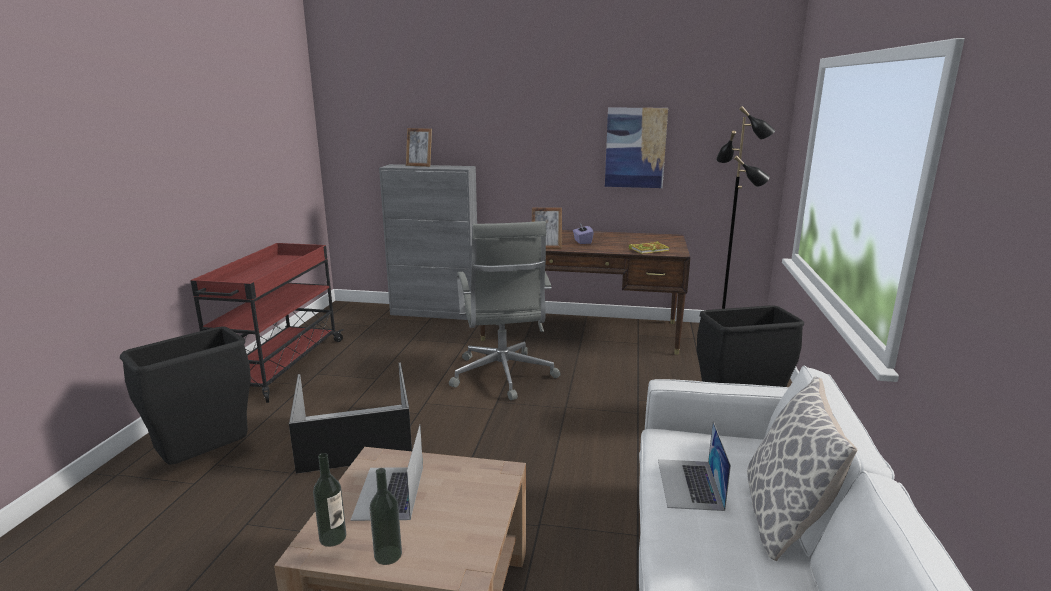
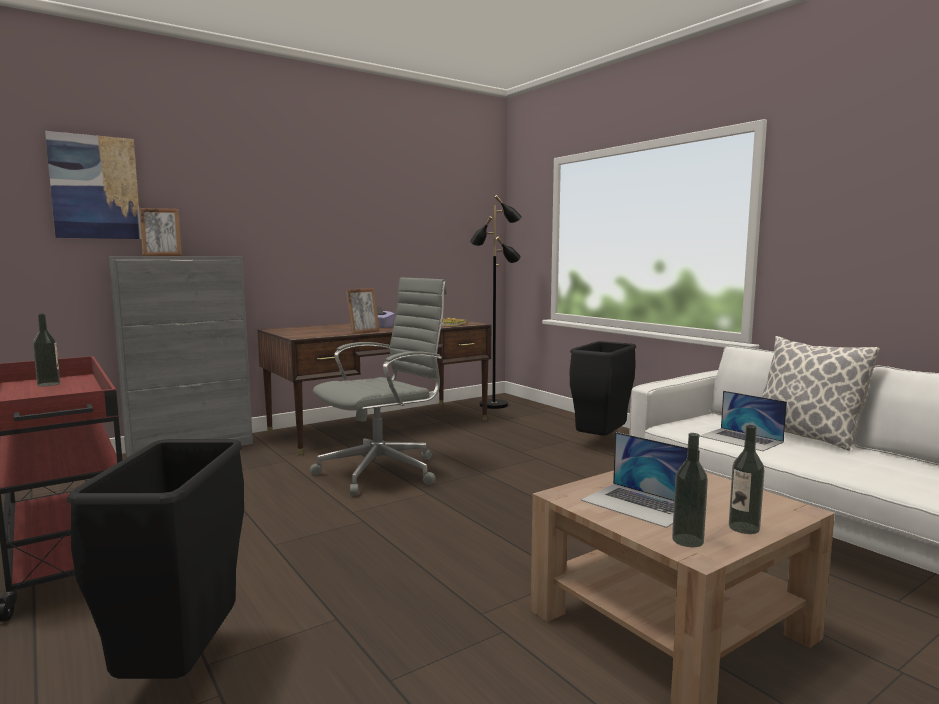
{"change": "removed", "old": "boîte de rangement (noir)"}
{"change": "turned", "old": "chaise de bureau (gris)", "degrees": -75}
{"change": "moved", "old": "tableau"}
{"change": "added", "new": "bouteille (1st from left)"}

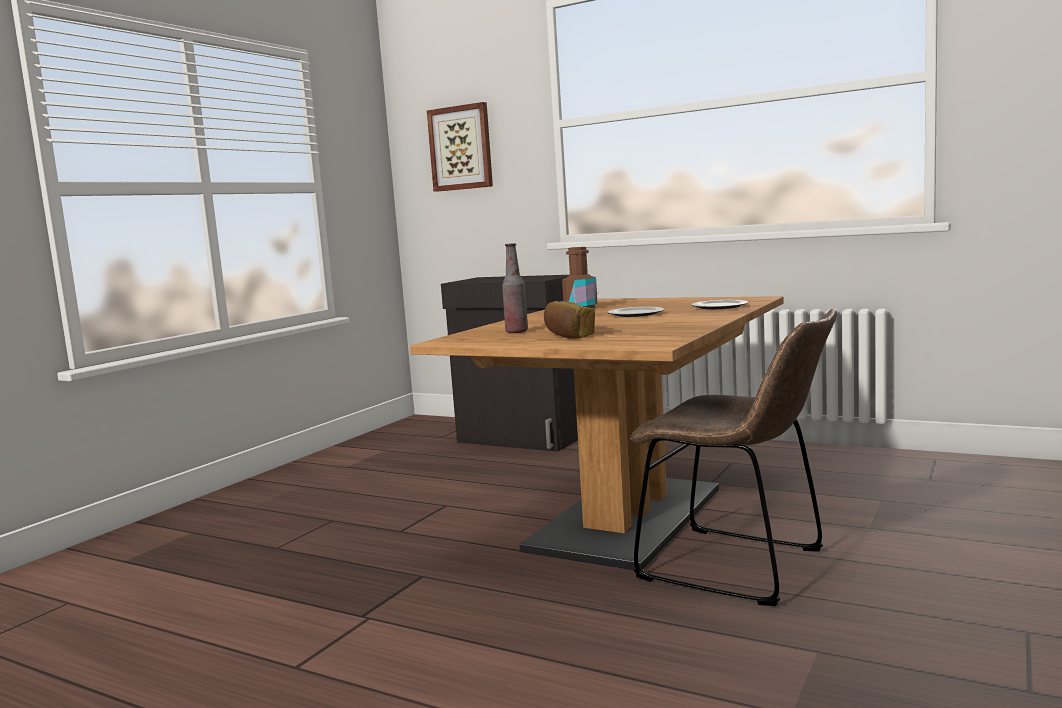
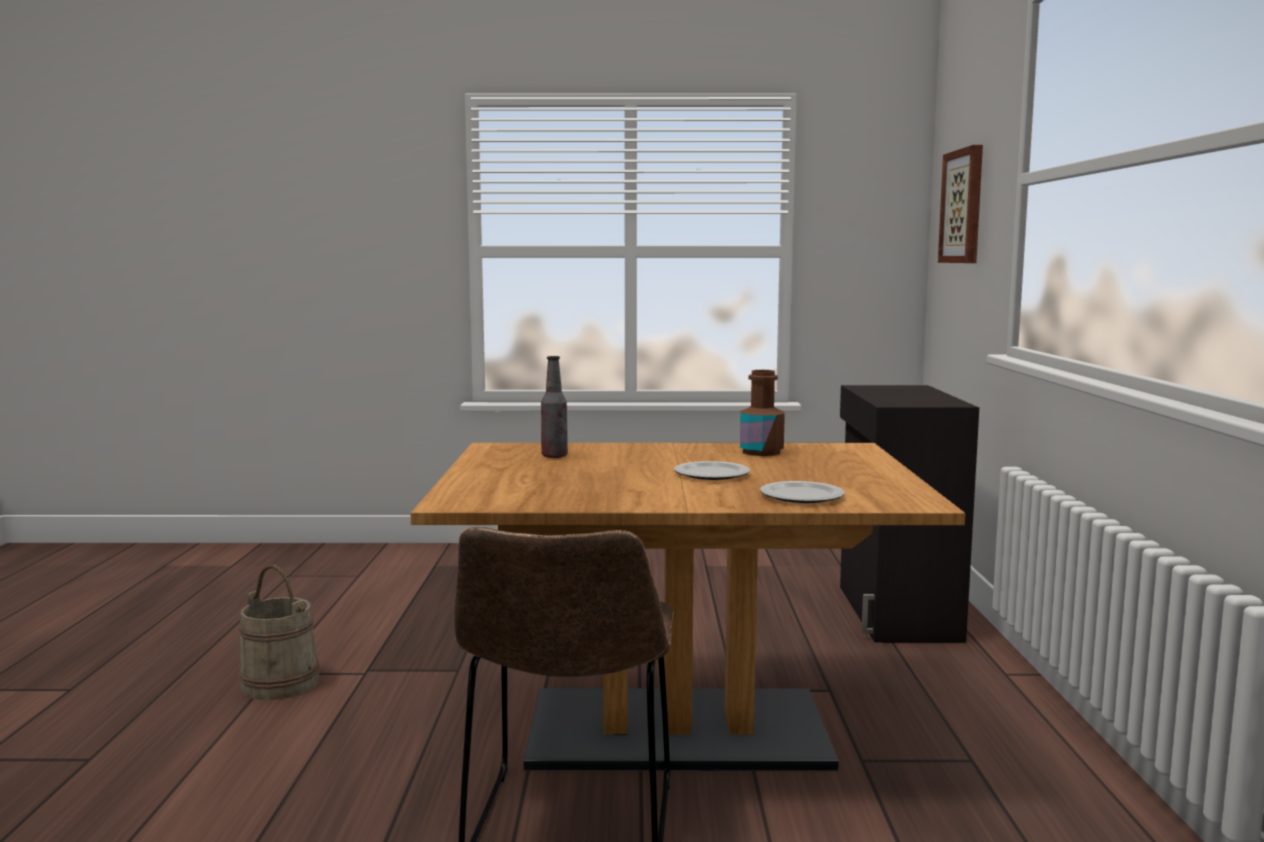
{"change": "removed", "old": "pain"}
{"change": "added", "new": "seau (beige)"}

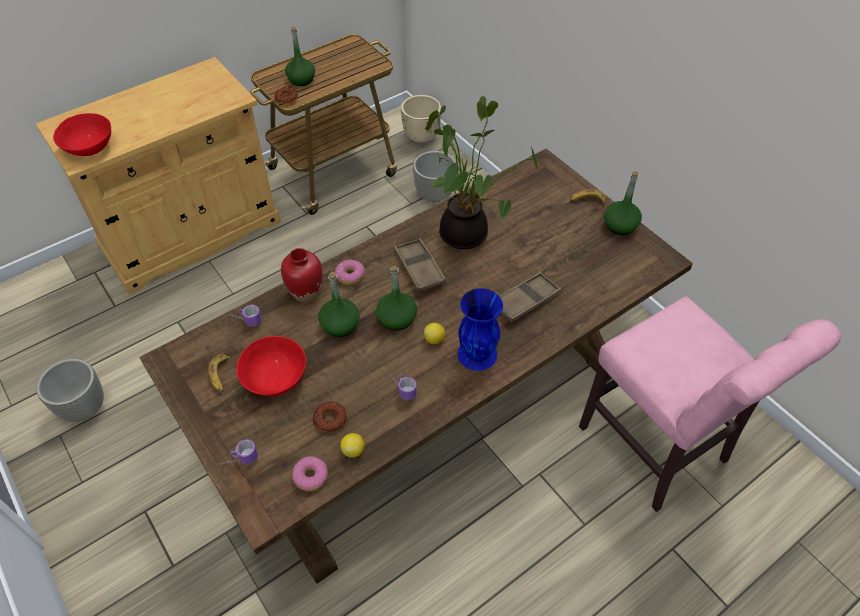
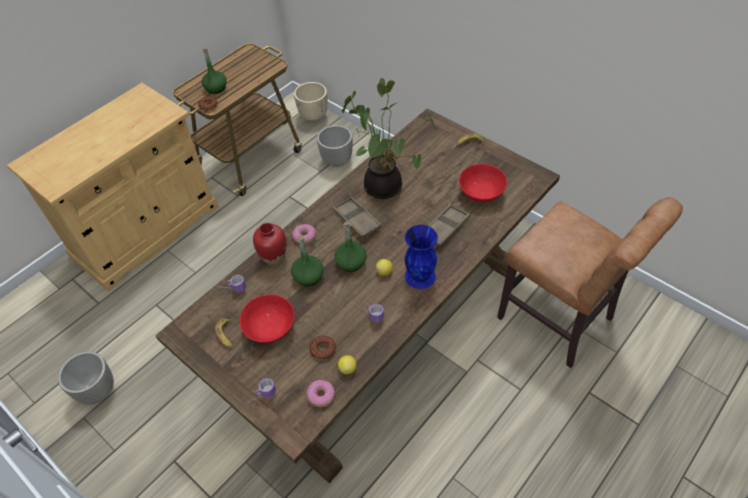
{"change": "moved", "old": "bol (rouge) (1st from left in the first image)", "new": "bol (rouge) (2nd from left)"}
{"change": "recoloured", "old": "chaise (rose)", "new": "chaise (marron)"}
{"change": "removed", "old": "bouteille (vert) (4th from left)"}

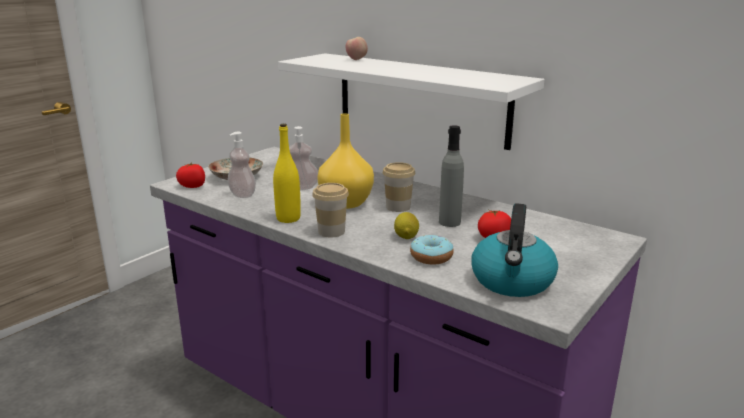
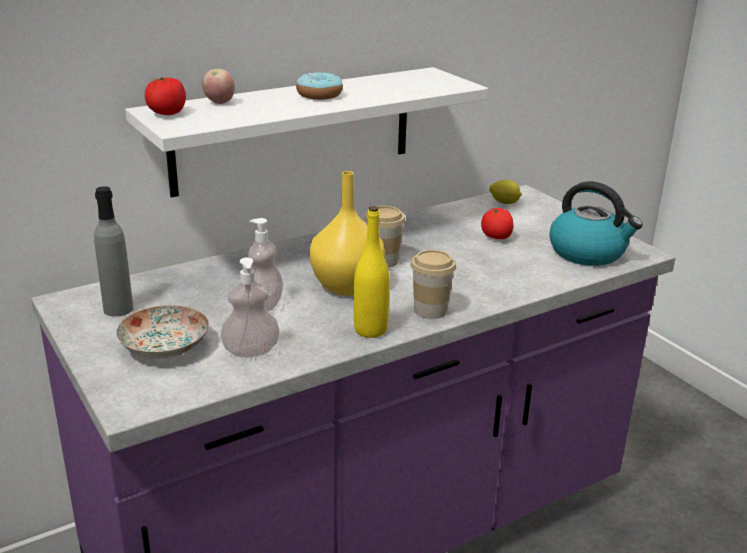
{"change": "moved", "old": "tomate (1st from left)"}
{"change": "moved", "old": "citron"}
{"change": "moved", "old": "beignet"}
{"change": "moved", "old": "bouteille (gris)"}

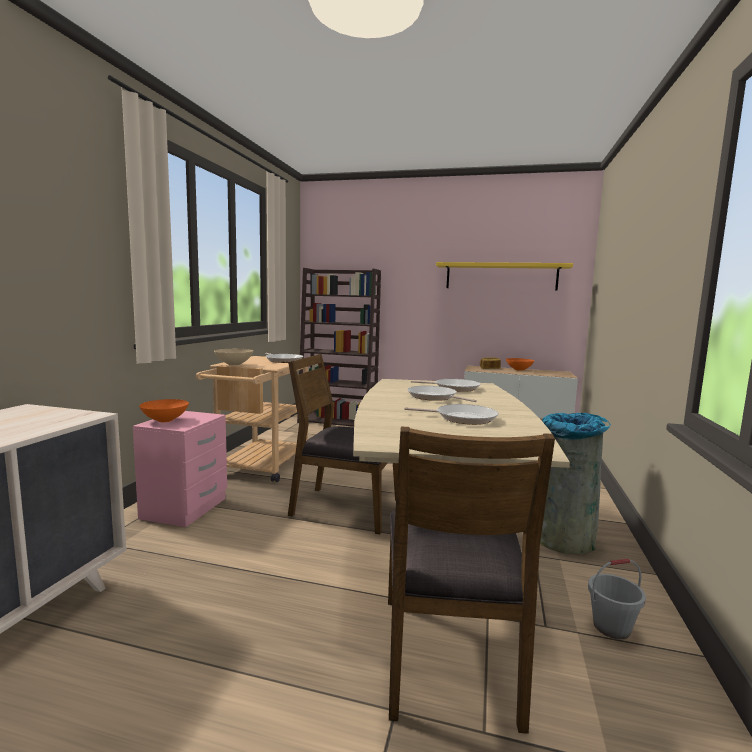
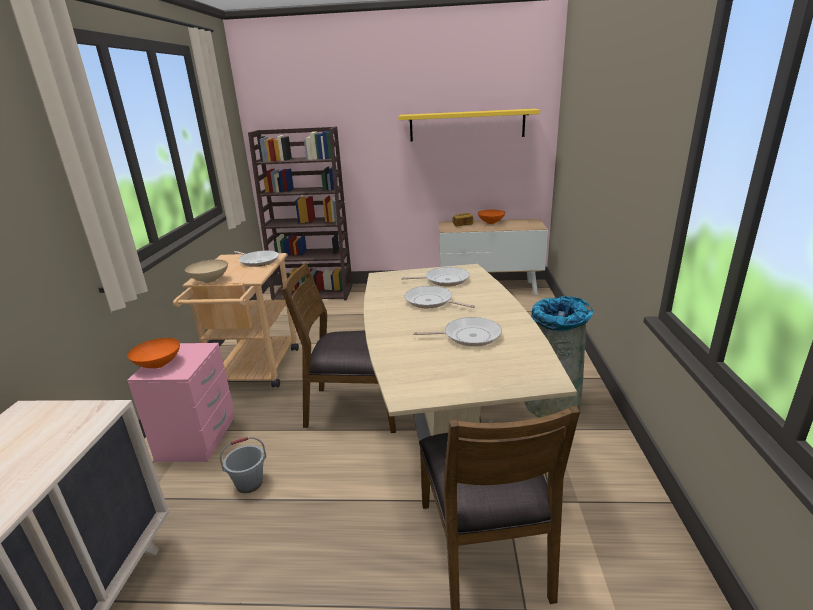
{"change": "moved", "old": "seau (gris)"}

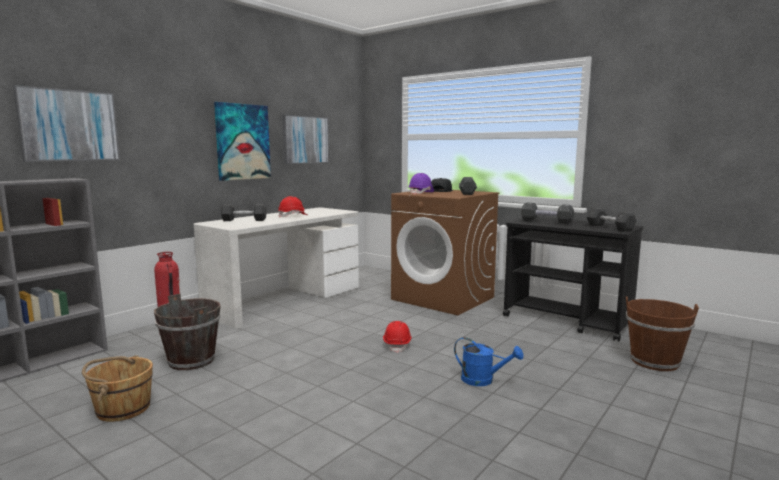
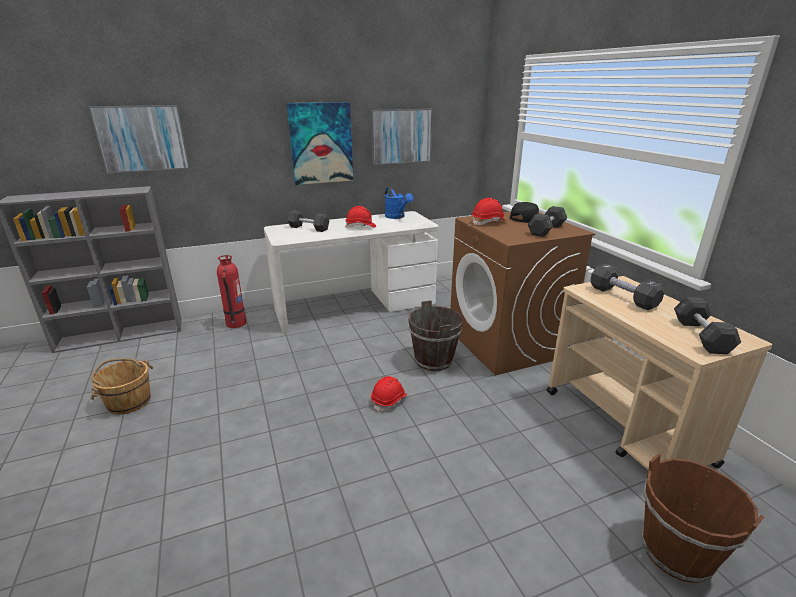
{"change": "moved", "old": "seau (marron) (2nd from left)"}
{"change": "recoloured", "old": "casque de chantier (violet)", "new": "casque de chantier (rouge) (3rd from left)"}
{"change": "moved", "old": "arrosoir (bleu)"}
{"change": "recoloured", "old": "chariot (noir)", "new": "chariot (beige)"}

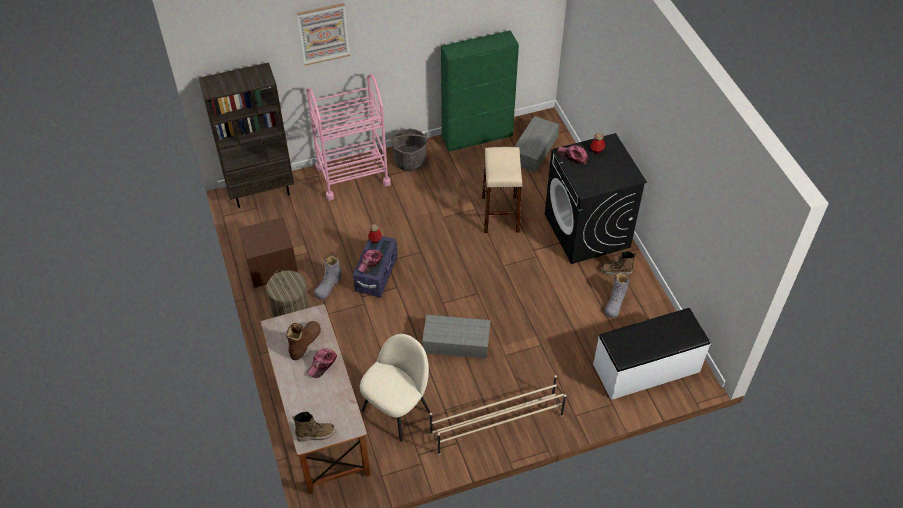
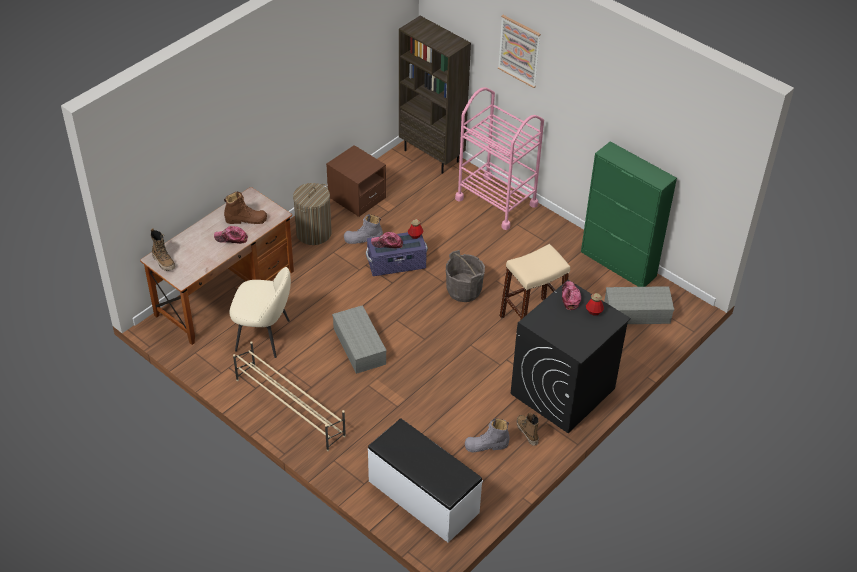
{"change": "moved", "old": "seau (gris)"}

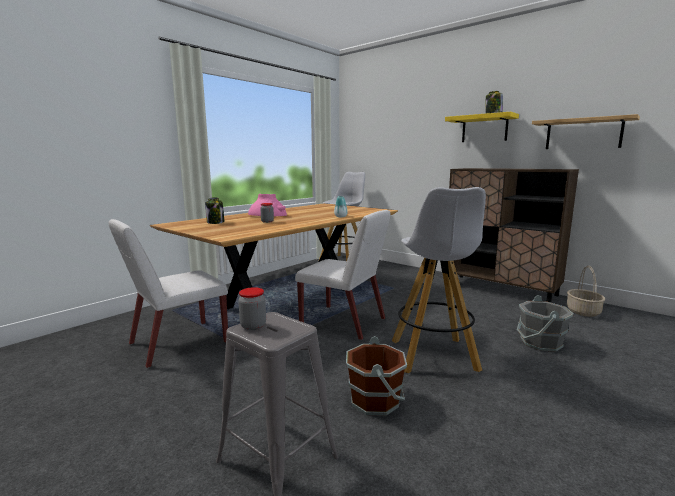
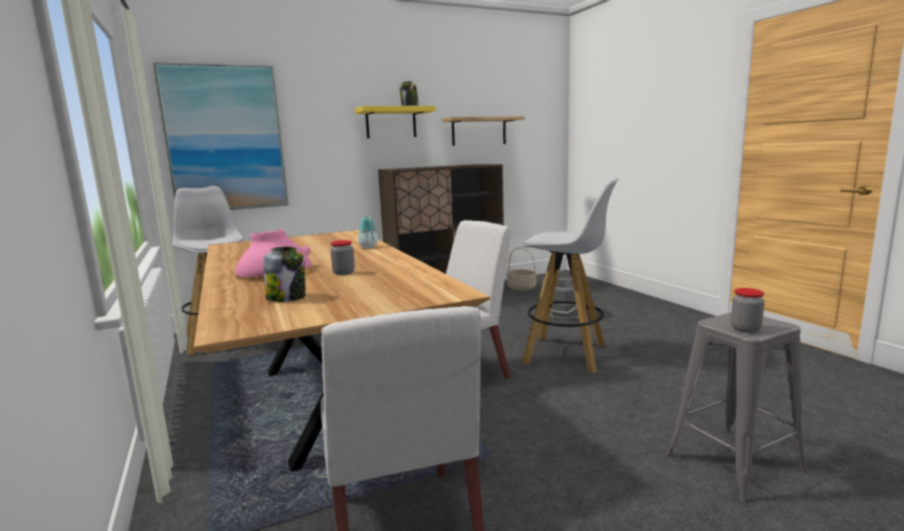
{"change": "removed", "old": "seau (marron)"}
{"change": "added", "new": "tableau"}

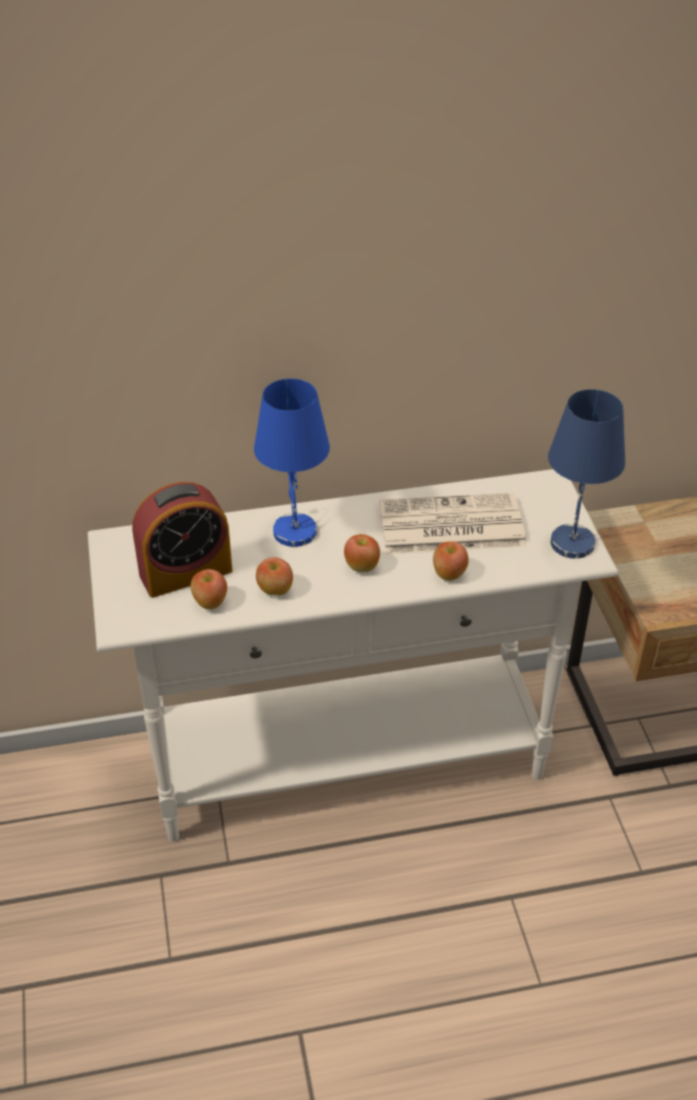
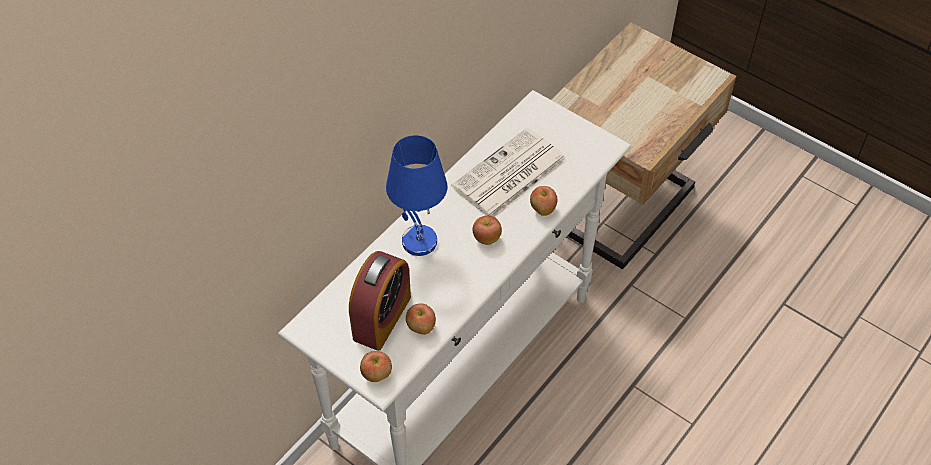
{"change": "moved", "old": "pomme (2nd from left in the first image)", "new": "pomme (1st from left)"}
{"change": "removed", "old": "lampe de table (bleu) (2nd from left)"}

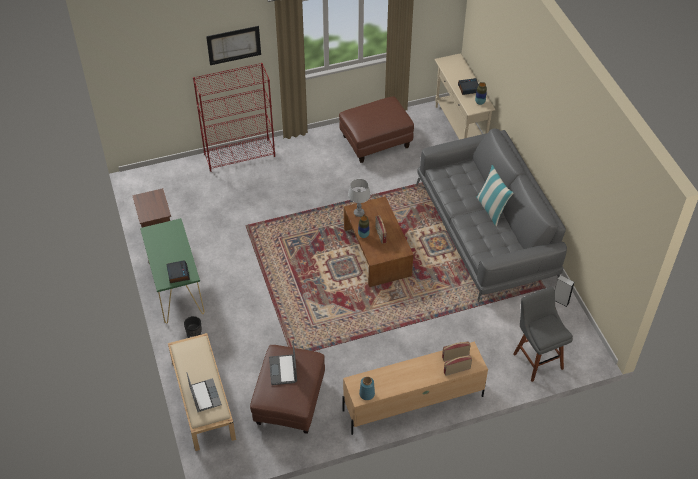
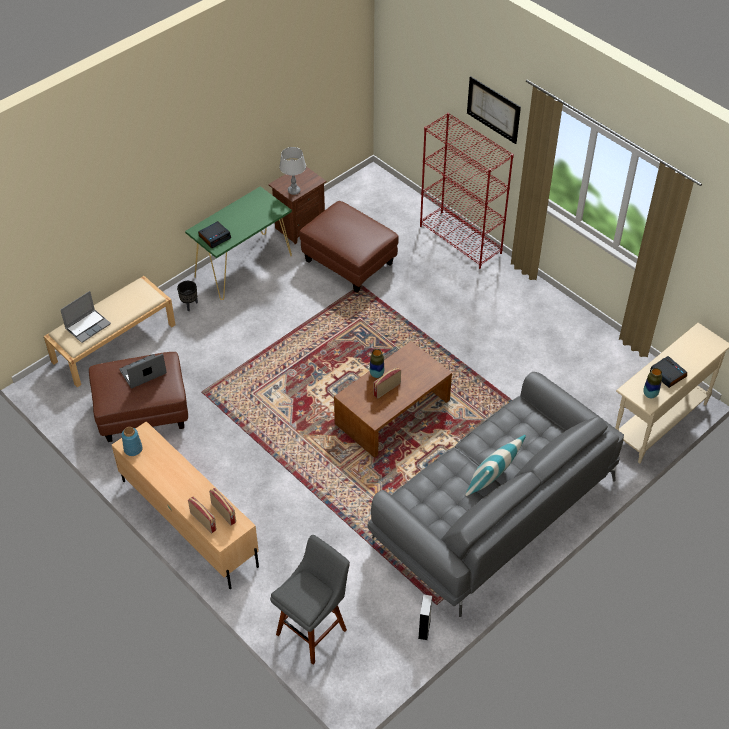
{"change": "moved", "old": "pouf (marron) (2nd from left)"}
{"change": "moved", "old": "lampe de table (gris)"}

